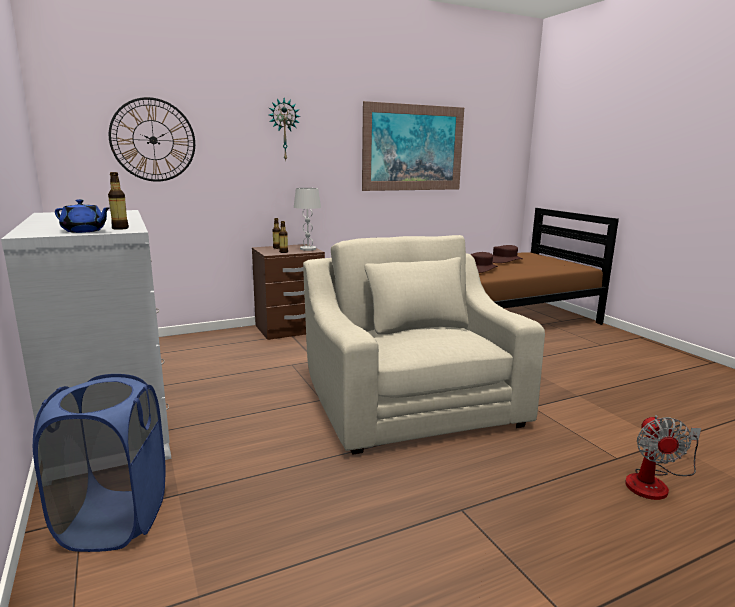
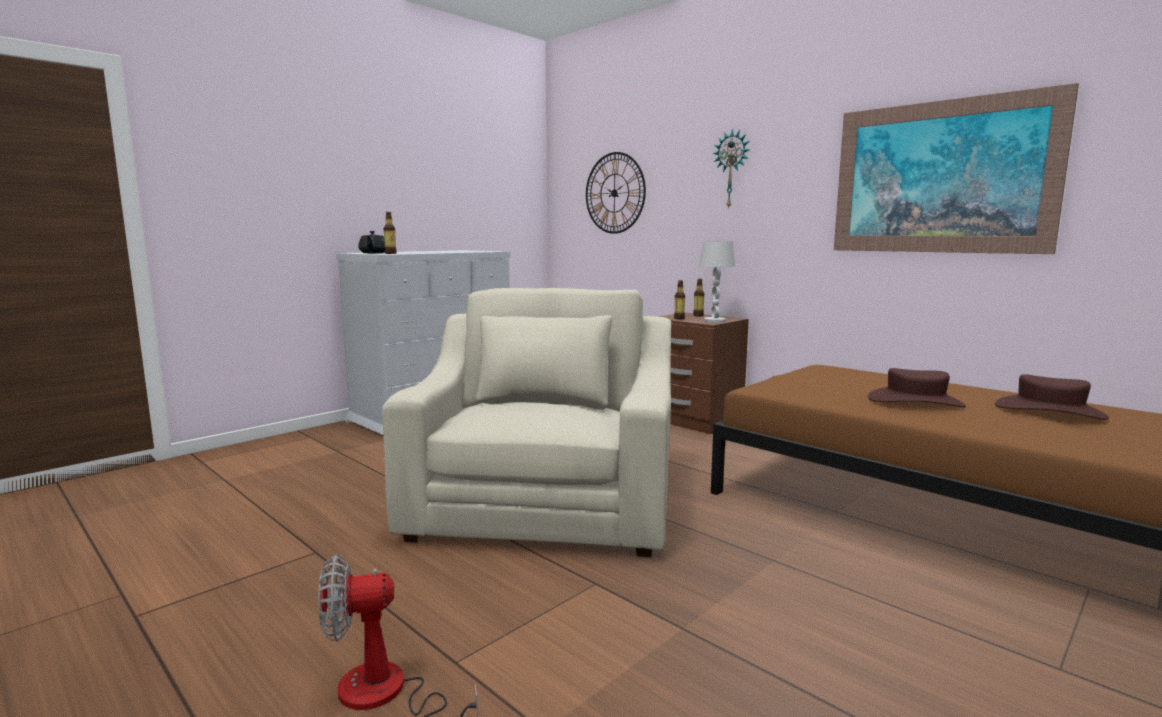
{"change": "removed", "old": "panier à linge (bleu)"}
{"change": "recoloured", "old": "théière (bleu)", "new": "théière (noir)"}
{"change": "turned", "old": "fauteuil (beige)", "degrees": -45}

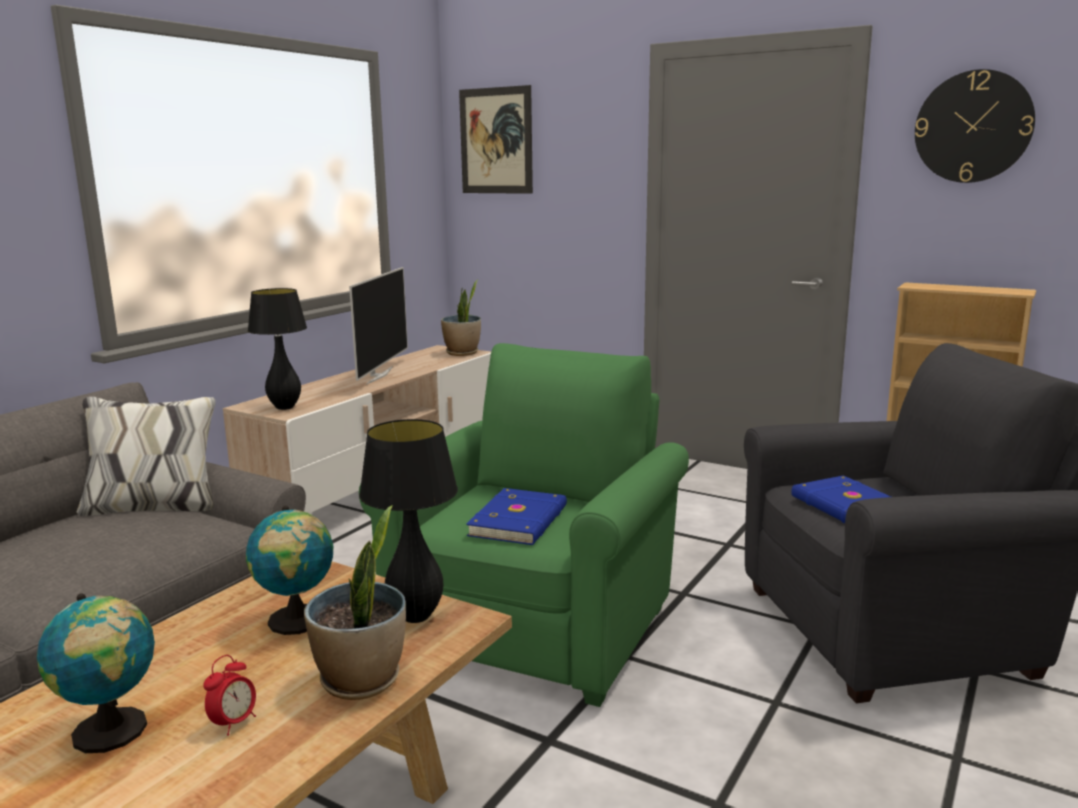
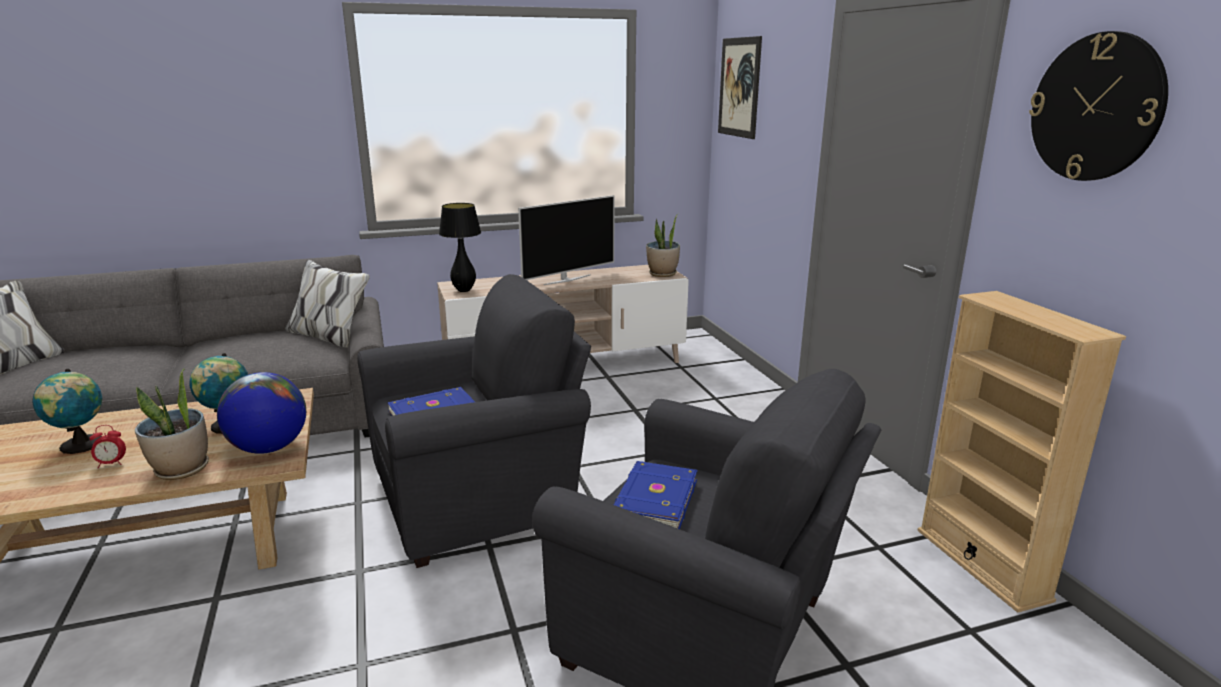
{"change": "recoloured", "old": "fauteuil (vert)", "new": "fauteuil (gris) (1st from left)"}
{"change": "replaced", "old": "lampe de table (noir) (2nd from left)", "new": "globe (3rd from left)"}

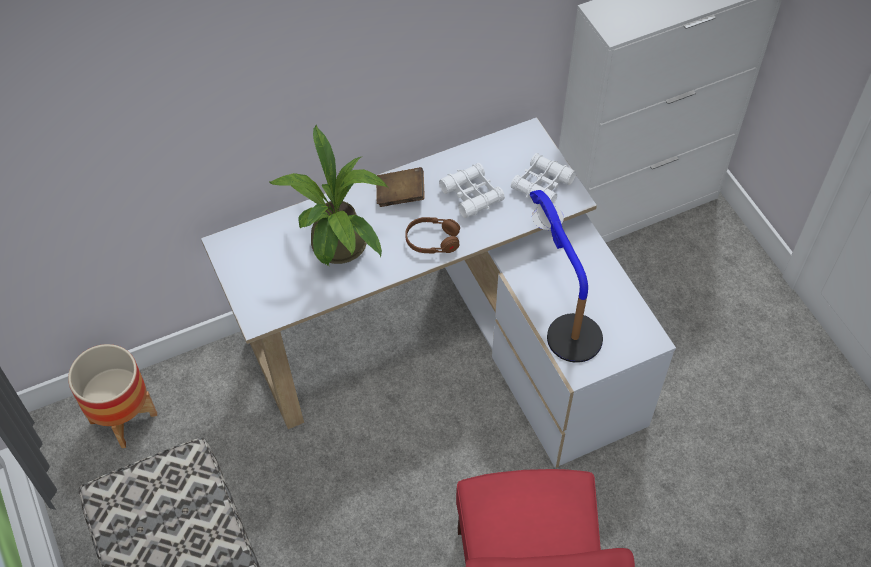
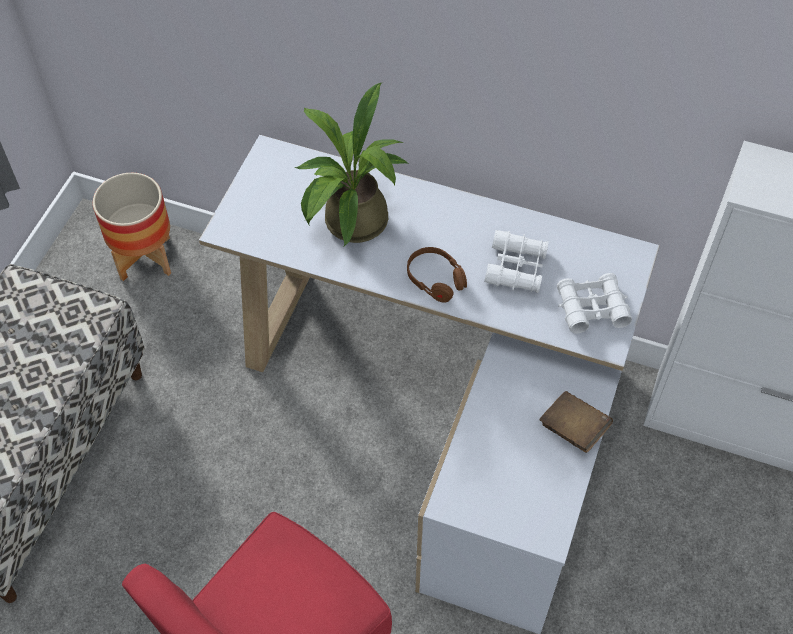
{"change": "moved", "old": "livre (marron)"}
{"change": "removed", "old": "lampe de table"}

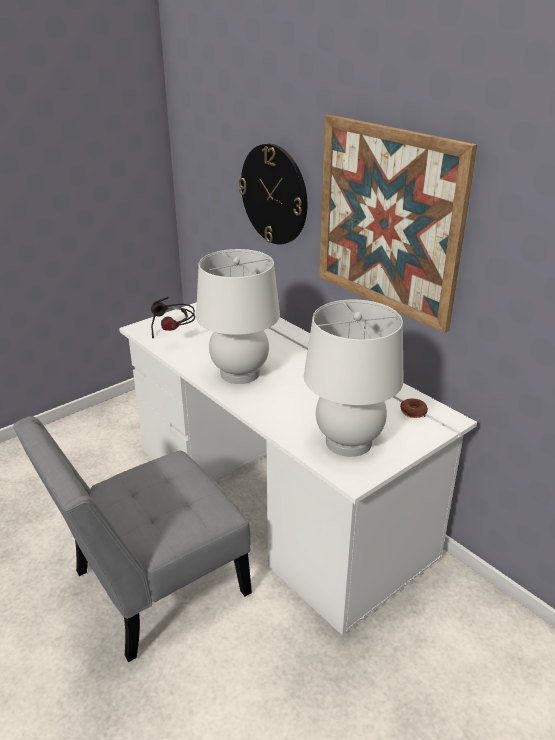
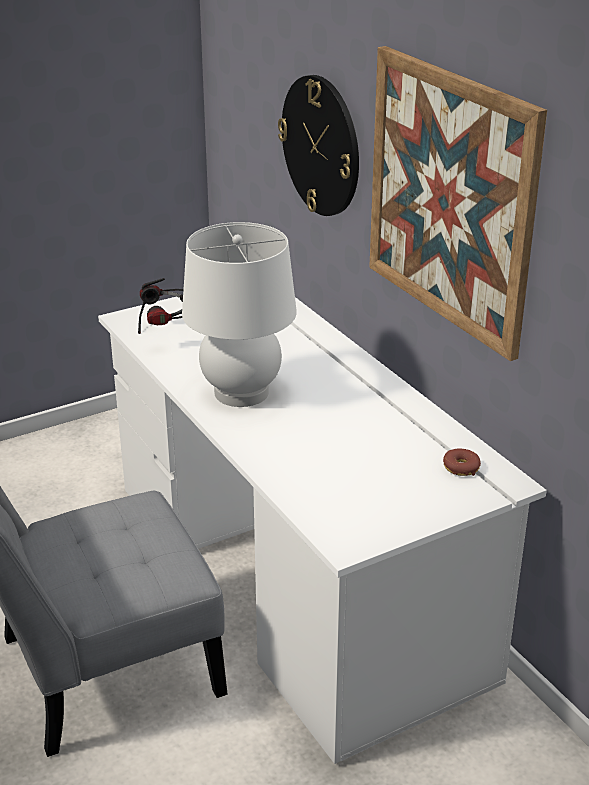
{"change": "removed", "old": "lampe de table (blanc) (2nd from left)"}

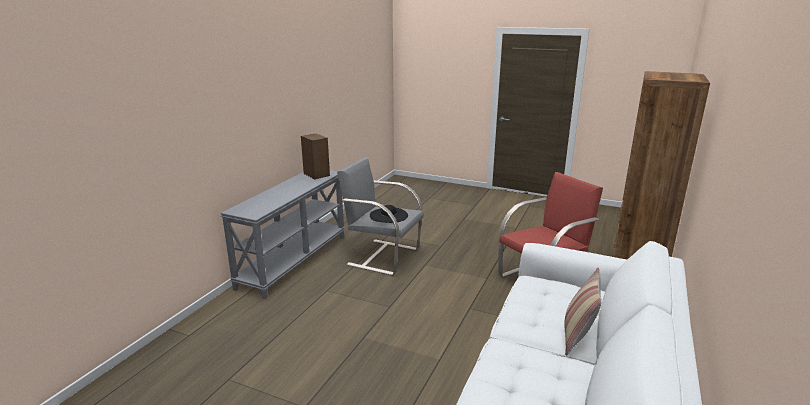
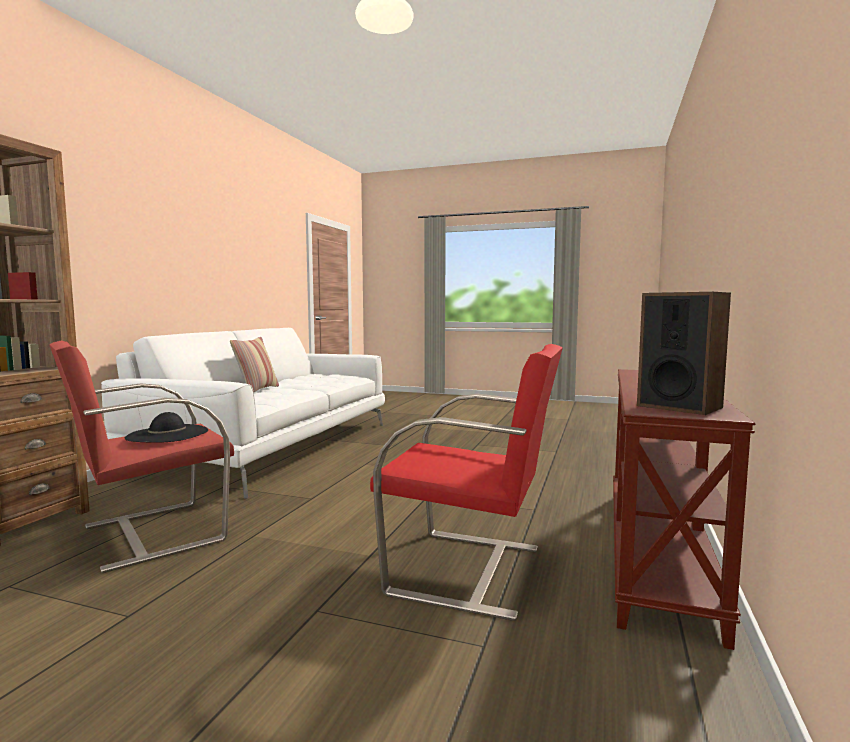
{"change": "recoloured", "old": "table console (gris)", "new": "table console (marron)"}
{"change": "recoloured", "old": "fauteuil (gris)", "new": "fauteuil (rouge) (2nd from left)"}
{"change": "moved", "old": "chapeau (noir)"}

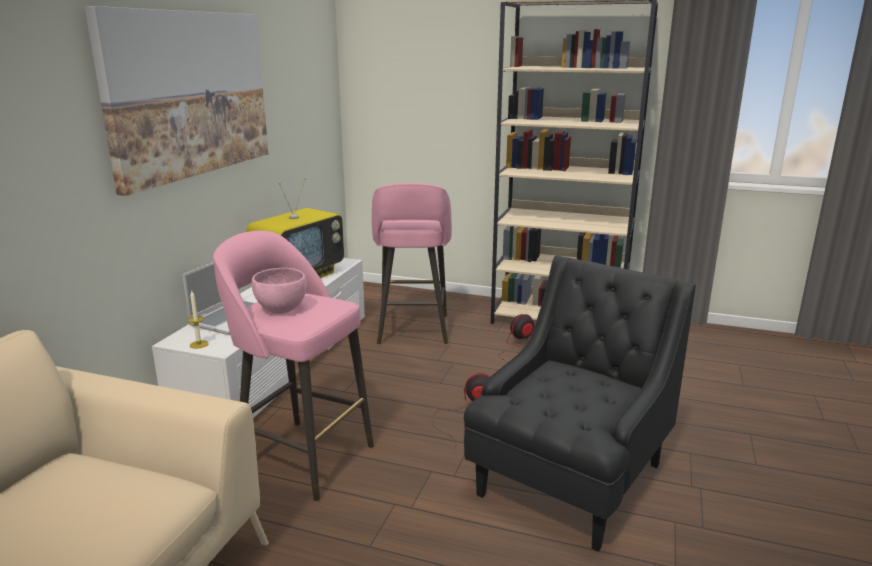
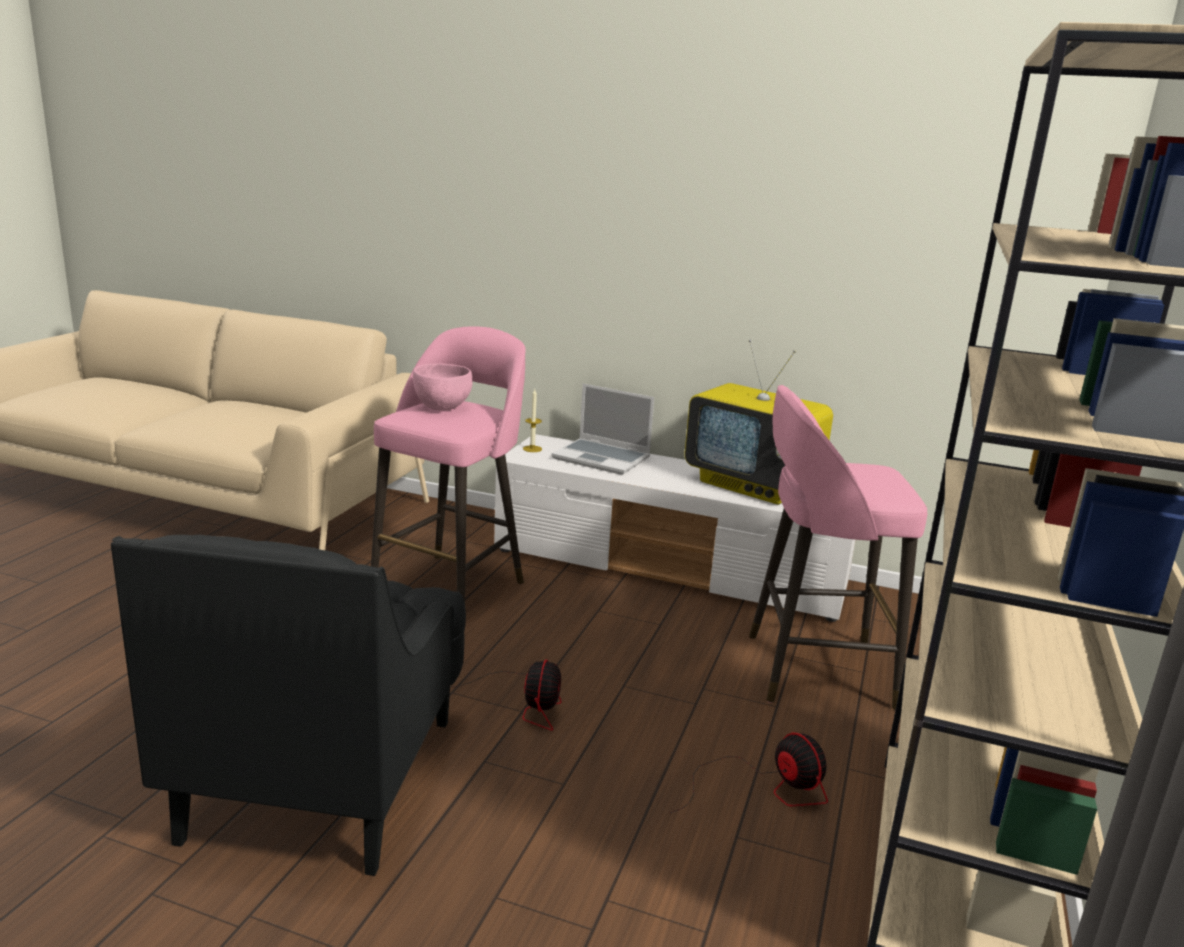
{"change": "removed", "old": "tableau"}
{"change": "turned", "old": "fauteuil (noir)", "degrees": 60}

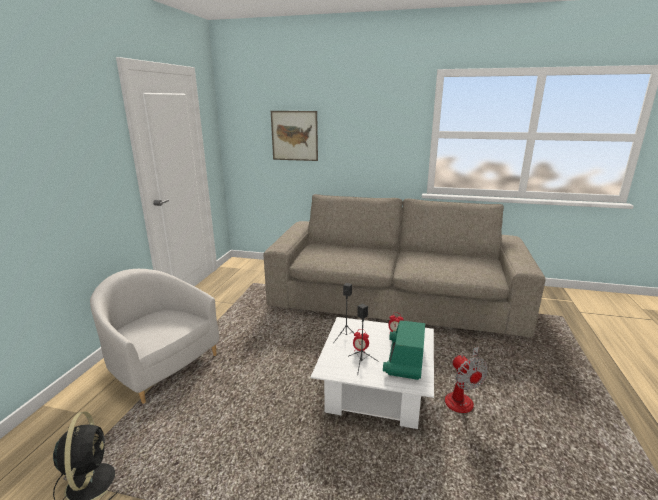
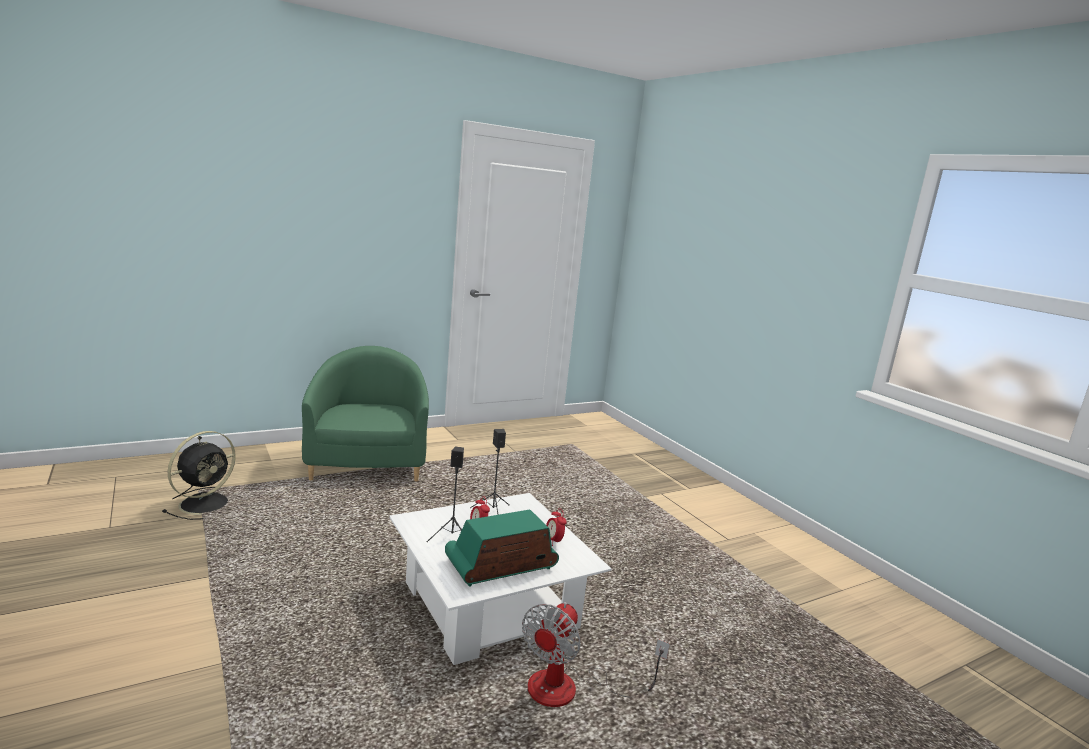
{"change": "recoloured", "old": "fauteuil (blanc)", "new": "fauteuil (vert)"}
{"change": "removed", "old": "canapé (beige)"}
{"change": "removed", "old": "tableau"}

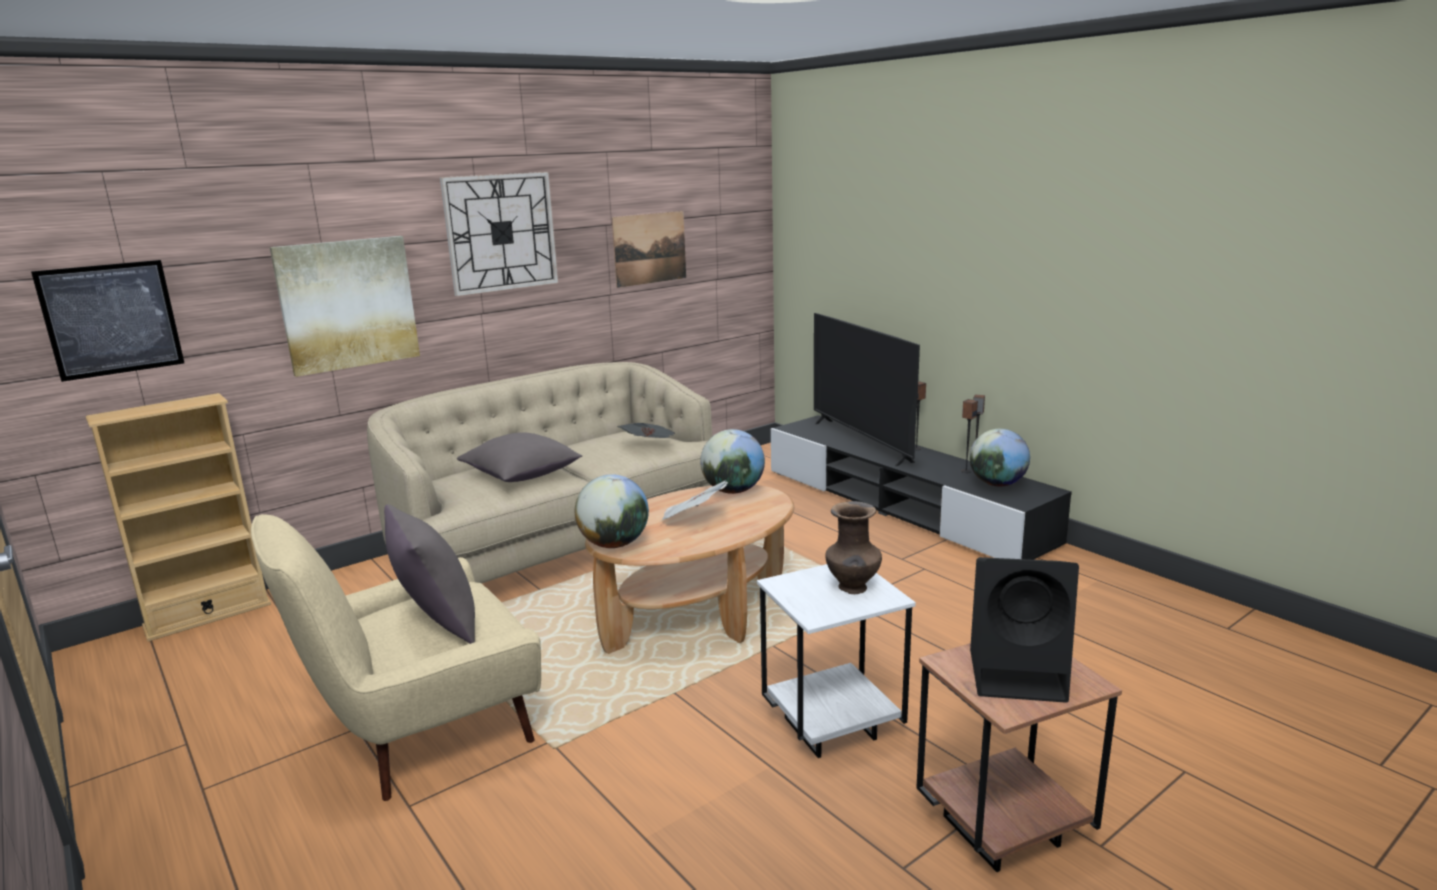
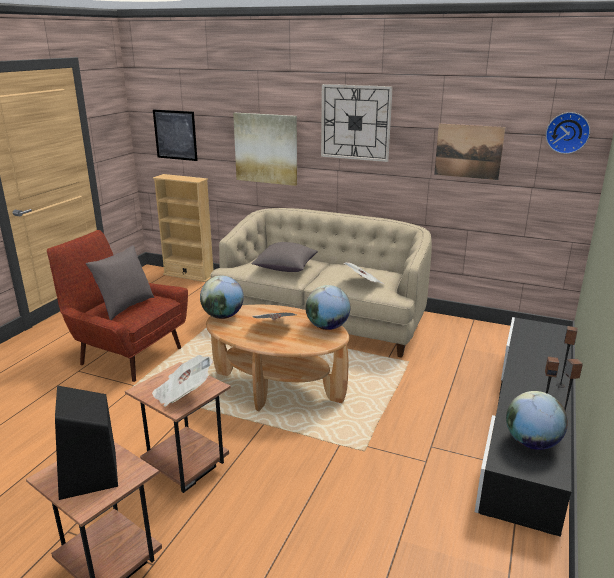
{"change": "recoloured", "old": "fauteuil (beige)", "new": "fauteuil (rouge)"}
{"change": "recoloured", "old": "table d'appoint (blanc)", "new": "table d'appoint (marron) (2nd from left)"}
{"change": "removed", "old": "téléviseur"}
{"change": "replaced", "old": "vase (marron)", "new": "journal (1st from left)"}
{"change": "added", "new": "horloge murale (2nd from left)"}

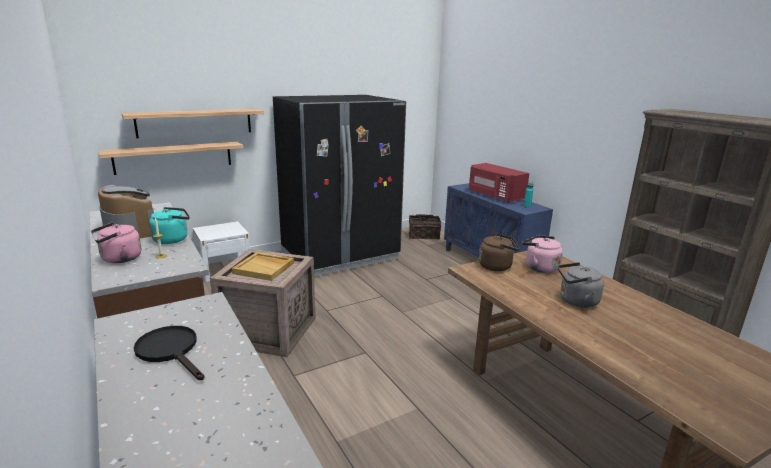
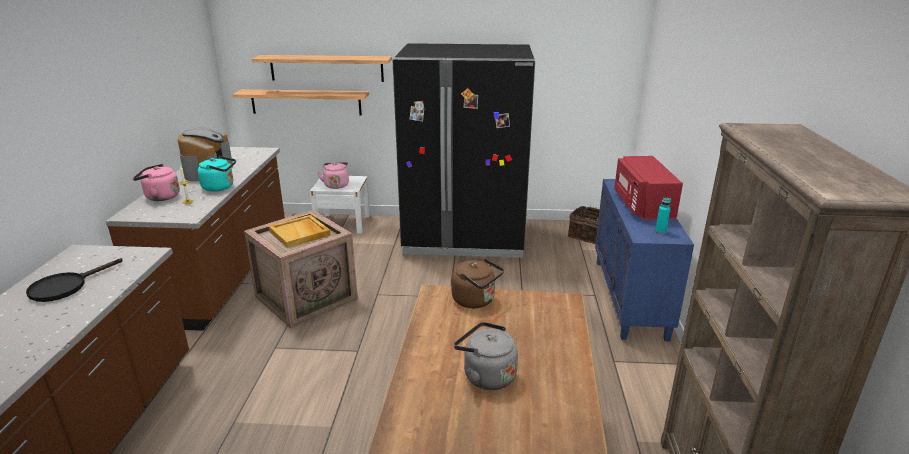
{"change": "turned", "old": "poêle (noir)", "degrees": -135}
{"change": "moved", "old": "bouilloire (rose) (2nd from left)"}

